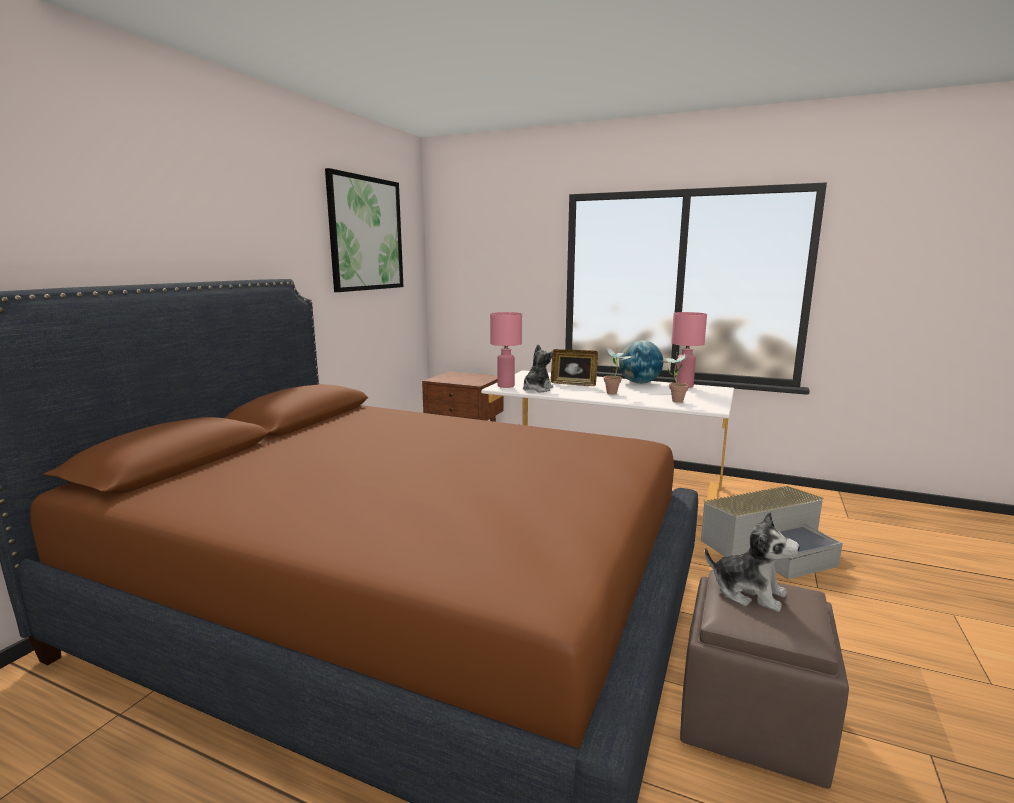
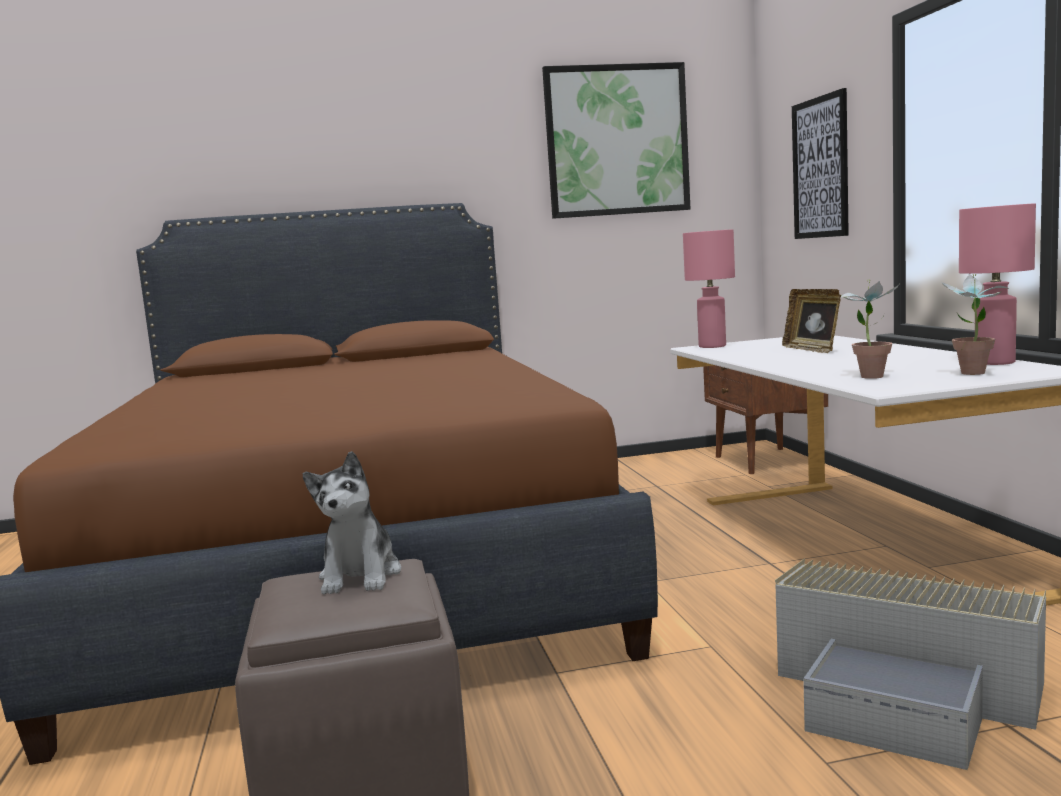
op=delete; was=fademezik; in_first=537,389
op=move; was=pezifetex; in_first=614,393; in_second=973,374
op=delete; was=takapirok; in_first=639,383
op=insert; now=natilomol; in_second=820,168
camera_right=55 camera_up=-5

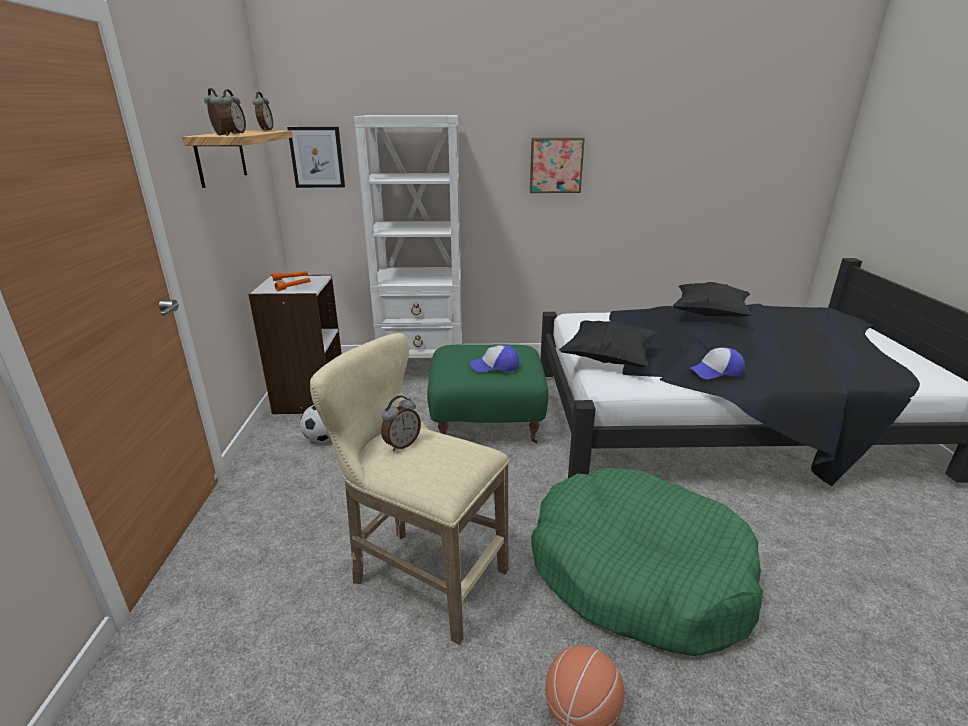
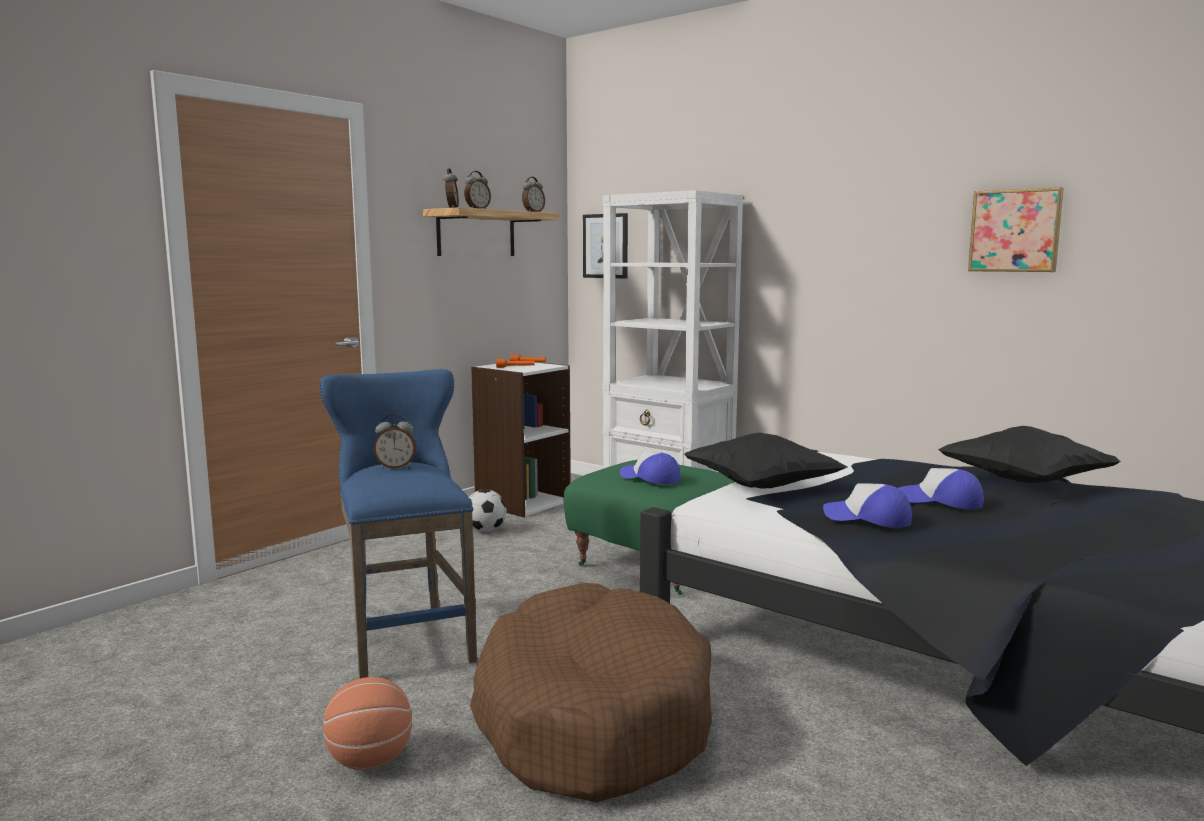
op=recolor; was=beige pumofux; now=blue pumofux; in_first=421,575; in_second=407,636
op=move; was=natilomol; in_first=556,165; in_second=1015,231
op=recolor; was=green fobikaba; now=brown fobikaba; in_first=637,573; in_second=591,717
op=insert; now=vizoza; in_second=941,501
camera_right=40 camera_up=-15

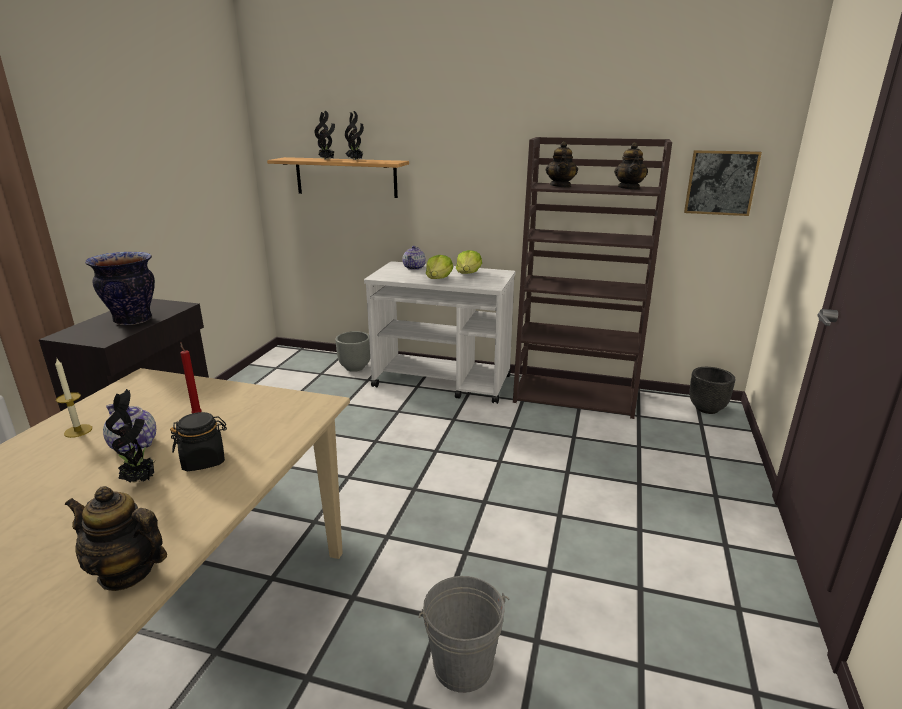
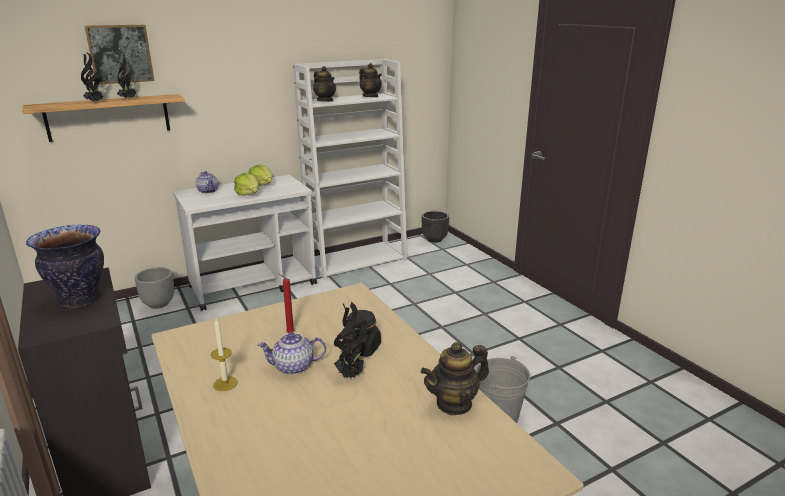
op=recolor; was=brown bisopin; now=white bisopin; in_first=576,396; in_second=357,259
op=move; was=natilomol; in_first=721,182; in_second=120,54
camera_right=-45 camera_up=0

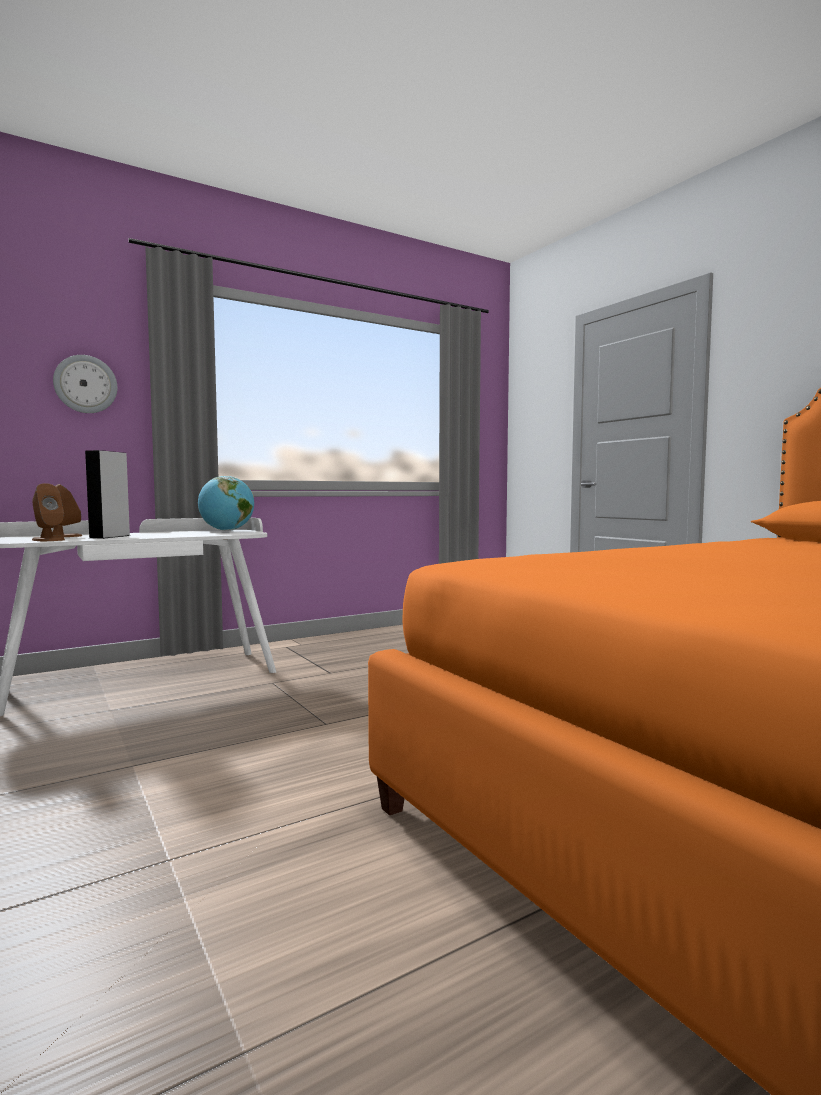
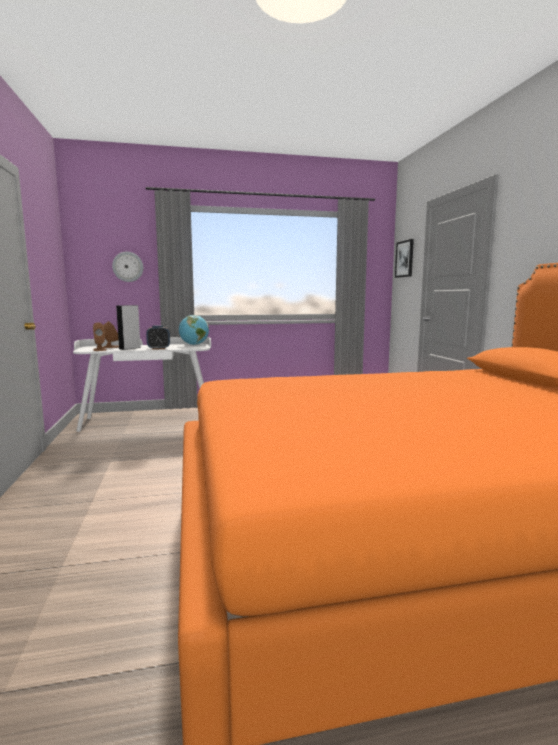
op=insert; now=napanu; in_second=158,348
op=insert; now=natilomol; in_second=405,259
camera_right=20 camera_up=5

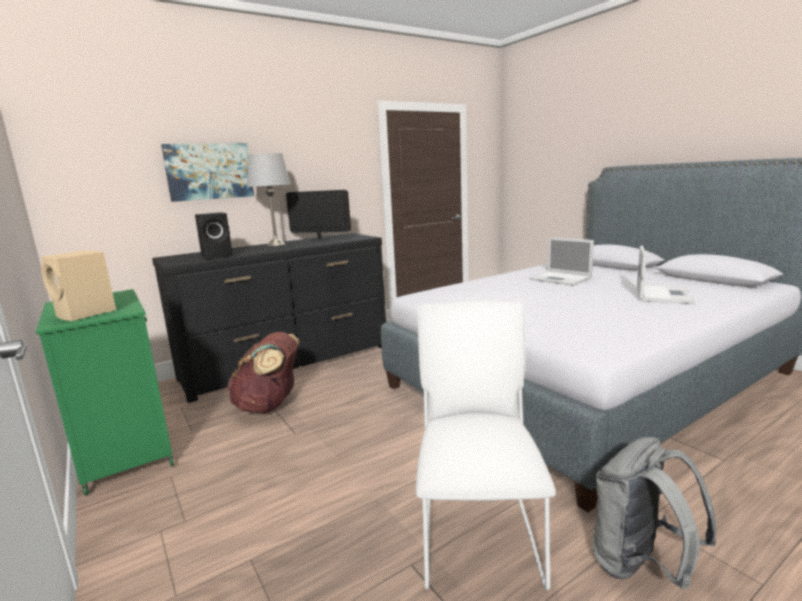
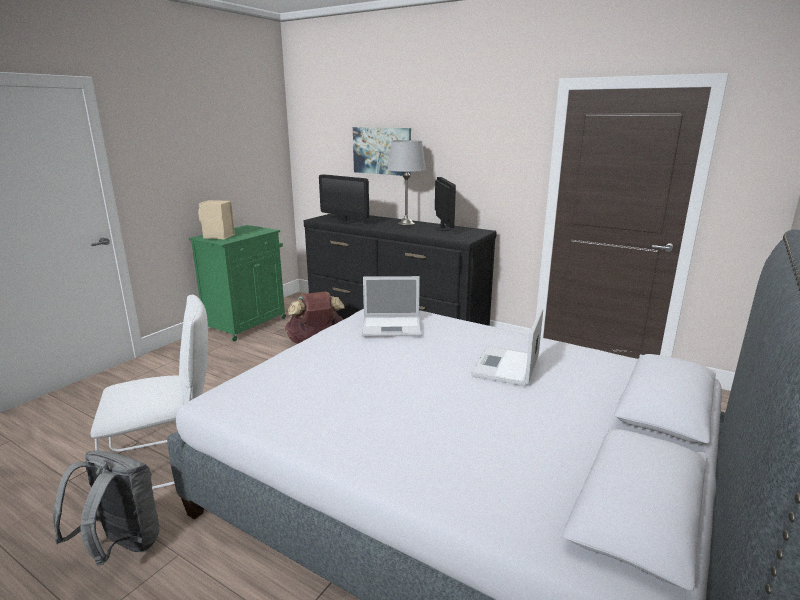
op=replace; was=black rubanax; now=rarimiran; in_first=218,256; in_second=345,221
op=move; was=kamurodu; in_first=662,294; in_second=392,327
camera_right=65 camera_up=5

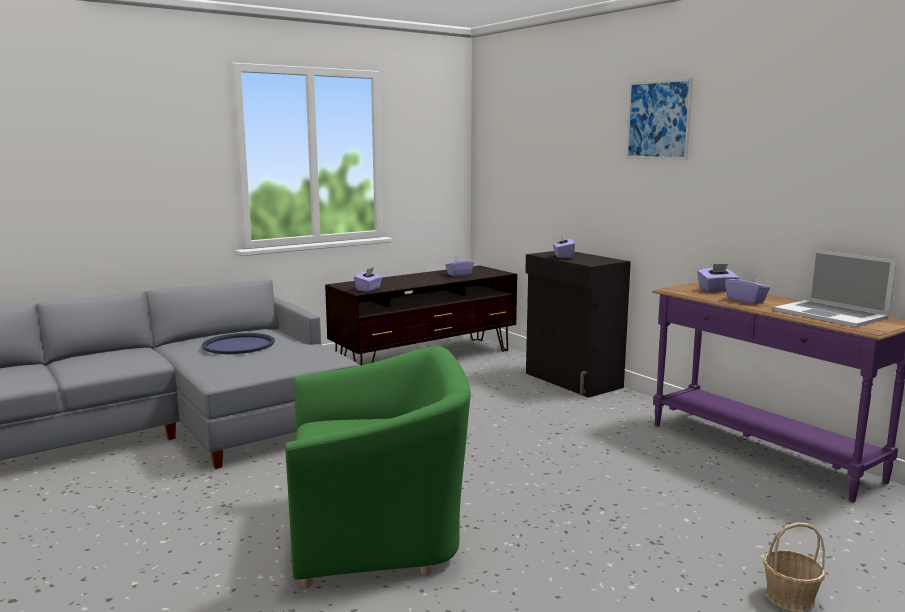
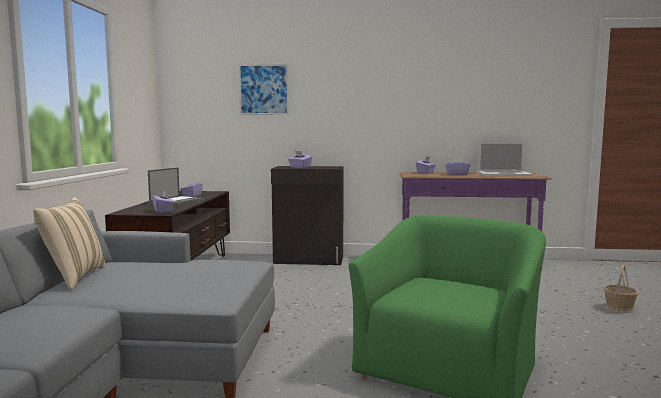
op=delete; was=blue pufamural; in_first=239,345
op=move; was=natilomol; in_first=658,120; in_second=264,89
op=insert; now=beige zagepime; in_second=73,278
op=insert; now=kamurodu; in_second=178,201
camera_right=-50 camera_up=-5

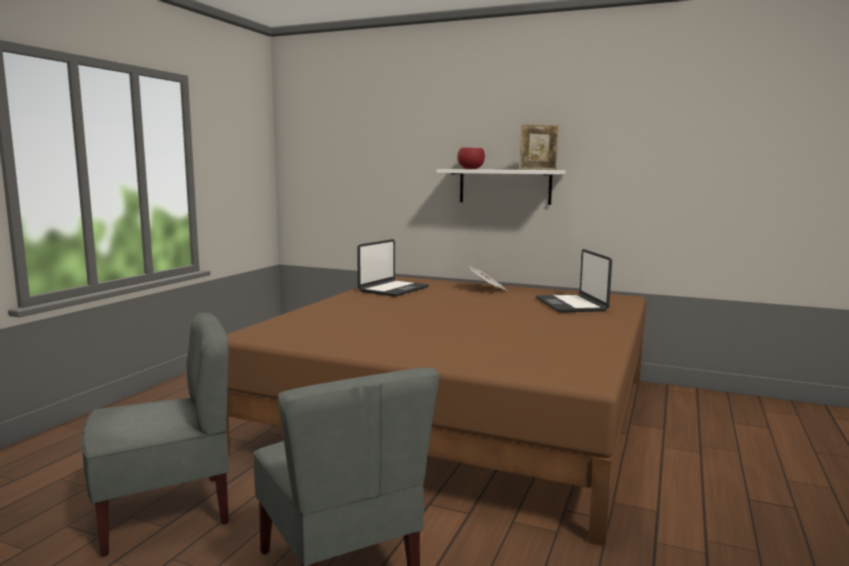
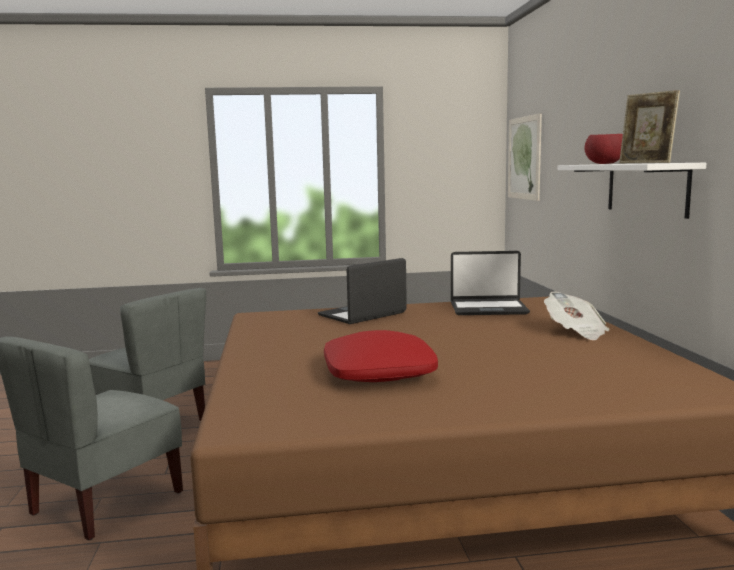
op=move; was=kamurodu; in_first=571,305; in_second=363,315
op=insert; now=red zagepime; in_second=380,372
op=insert; now=natilomol; in_second=524,158
camera_right=60 camera_up=0

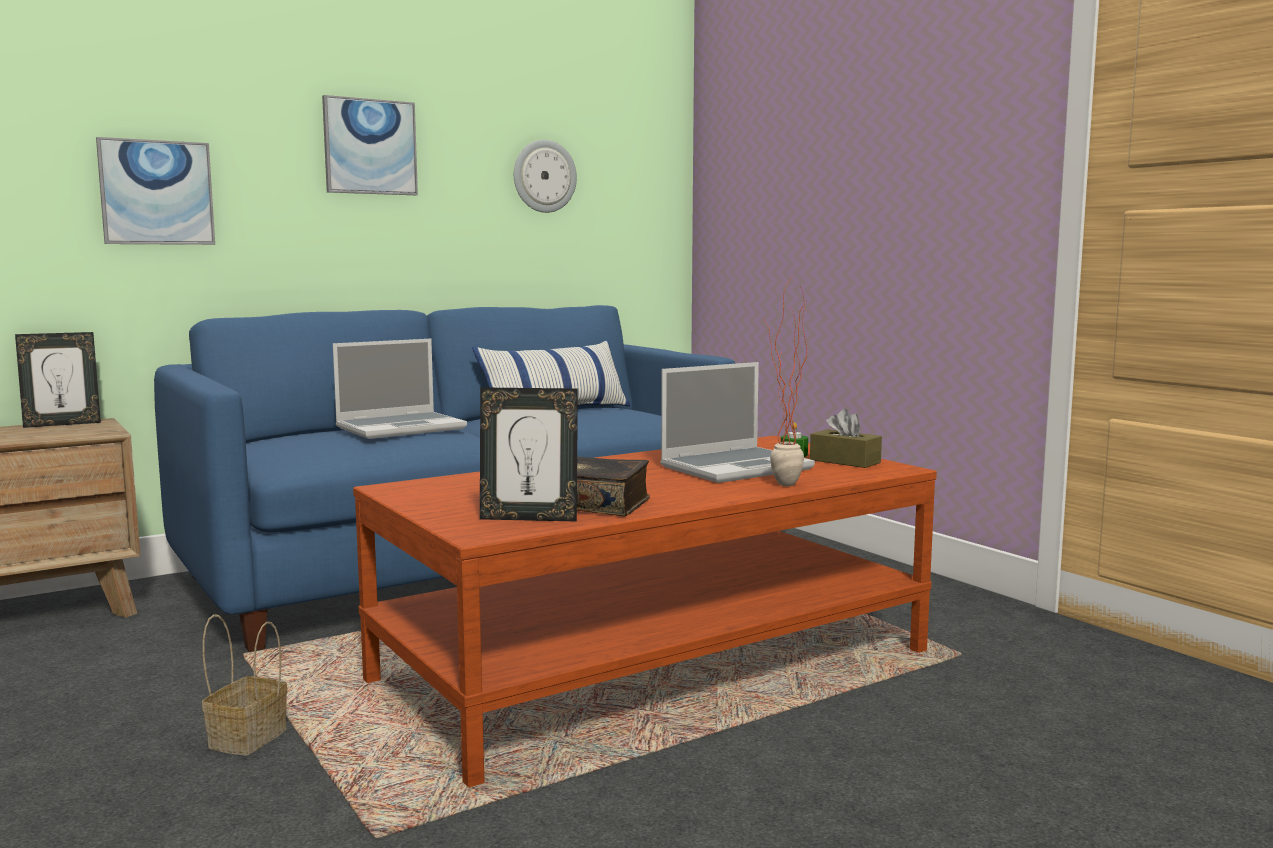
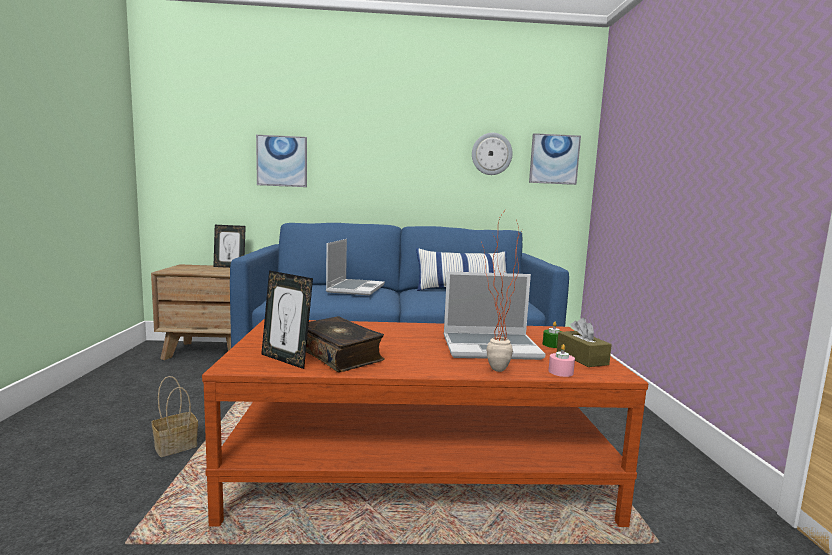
op=move; was=natilomol; in_first=370,147; in_second=554,159
op=rotate; was=kamurodu; in_first=402,428; in_second=355,288; clockwise=-75
op=insert; now=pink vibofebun; in_second=560,372
camera_right=30 camera_up=0

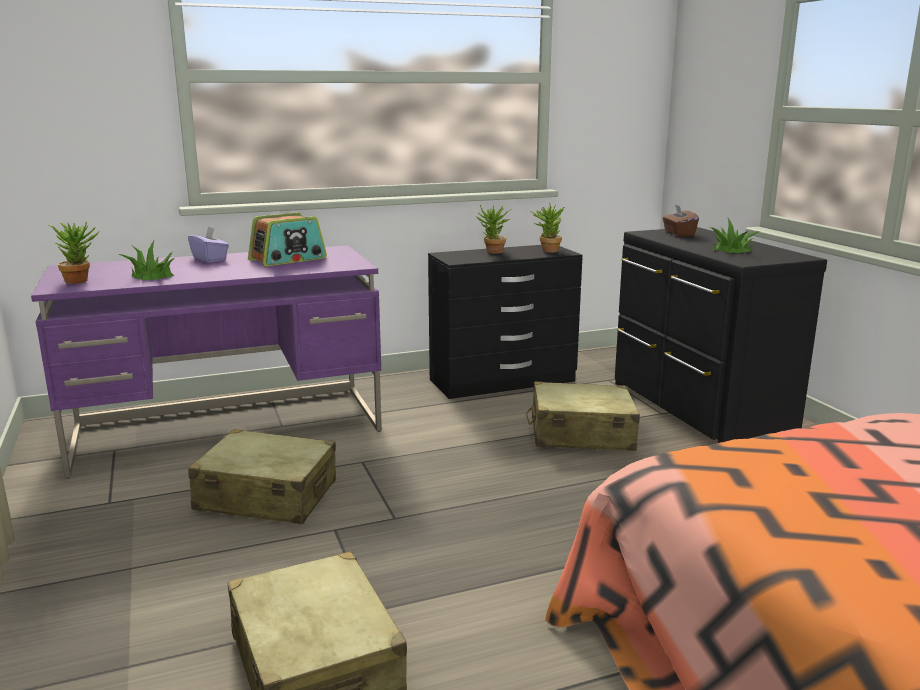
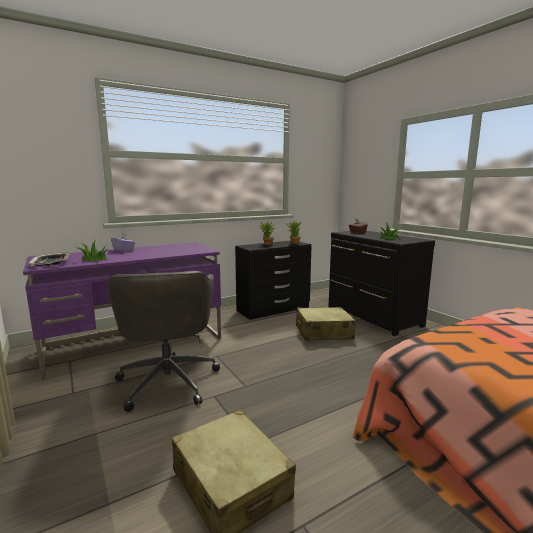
op=replace; was=pezifetex; now=pufamural; in_first=80,280; in_second=51,263
op=replace; was=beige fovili; now=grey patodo; in_first=267,496; in_second=168,380
op=delete; was=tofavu; in_first=288,259
camera_right=-10 camera_up=-5

